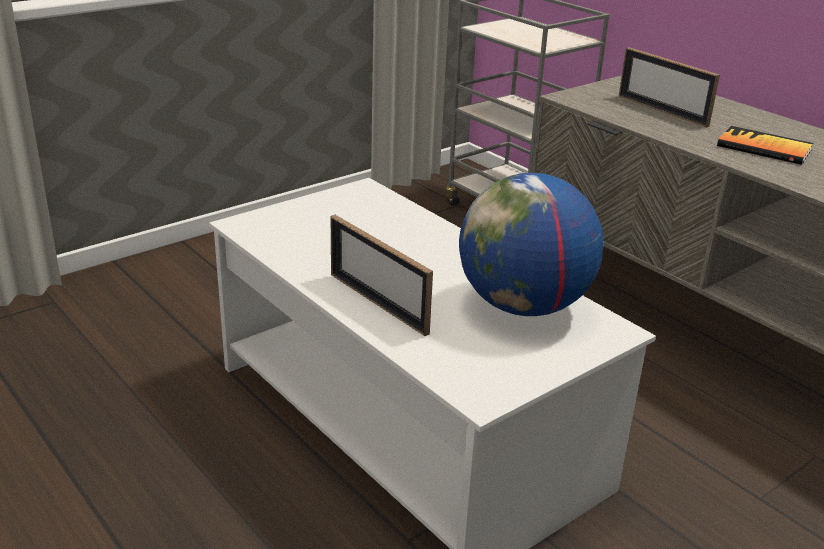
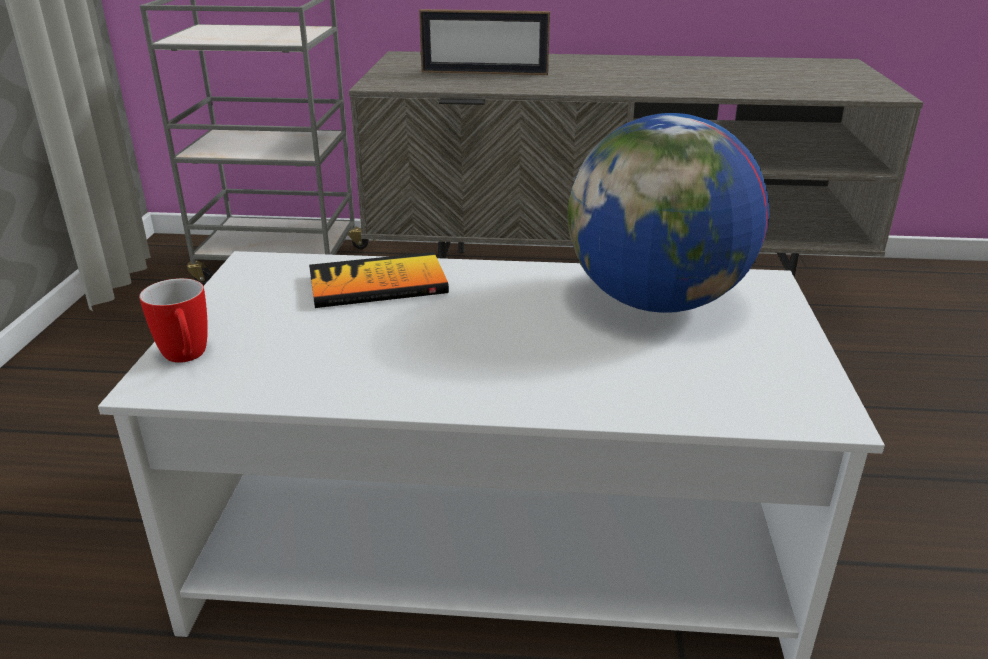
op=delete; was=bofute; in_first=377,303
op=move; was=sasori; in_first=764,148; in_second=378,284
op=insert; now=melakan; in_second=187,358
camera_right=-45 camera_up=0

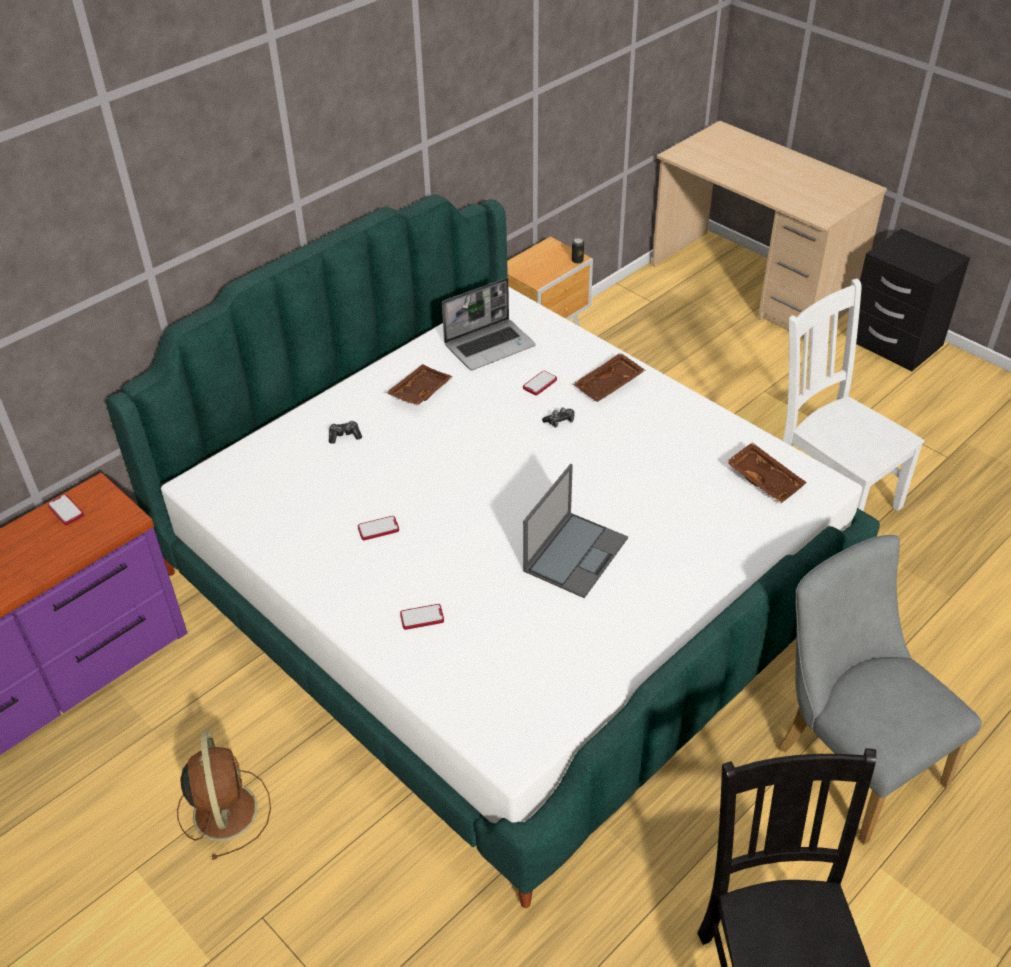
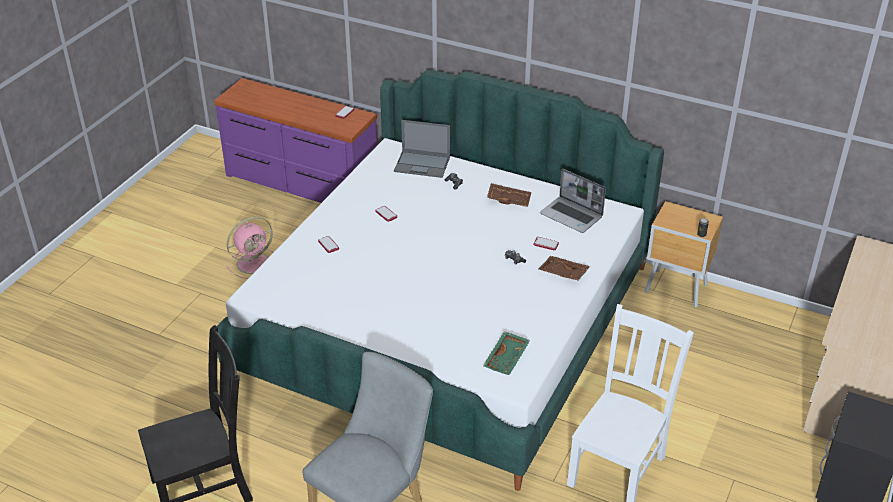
op=recolor; was=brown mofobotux; now=pink mofobotux; in_first=225,809; in_second=254,263
op=move; was=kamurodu; in_first=576,553; in_second=423,164
op=recolor; was=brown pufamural; now=green pufamural; in_first=765,479; in_second=507,358
camera_right=70 camera_up=-5

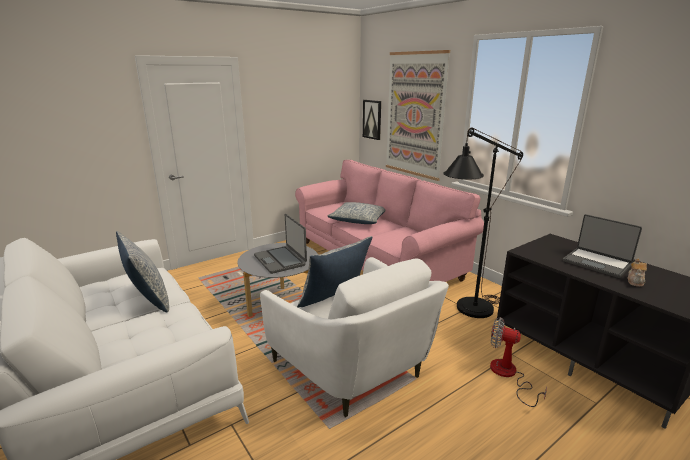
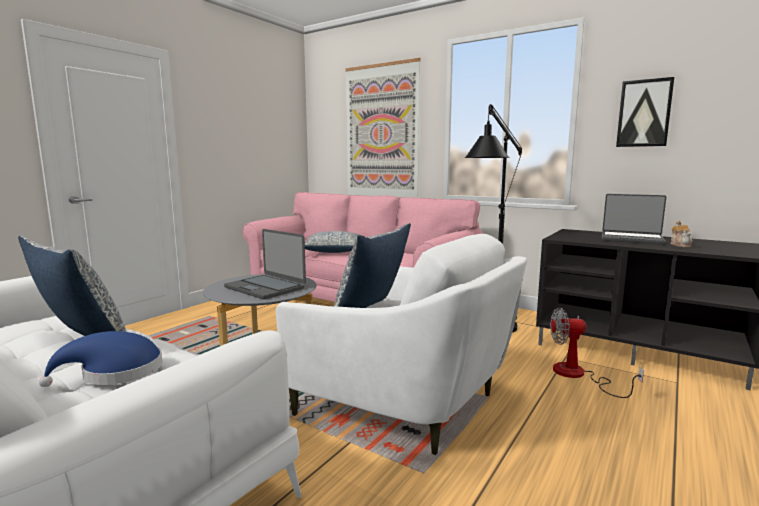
op=move; was=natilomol; in_first=372,119; in_second=644,113
op=insert; now=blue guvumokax; in_second=115,373
camera_right=-20 camera_up=-10

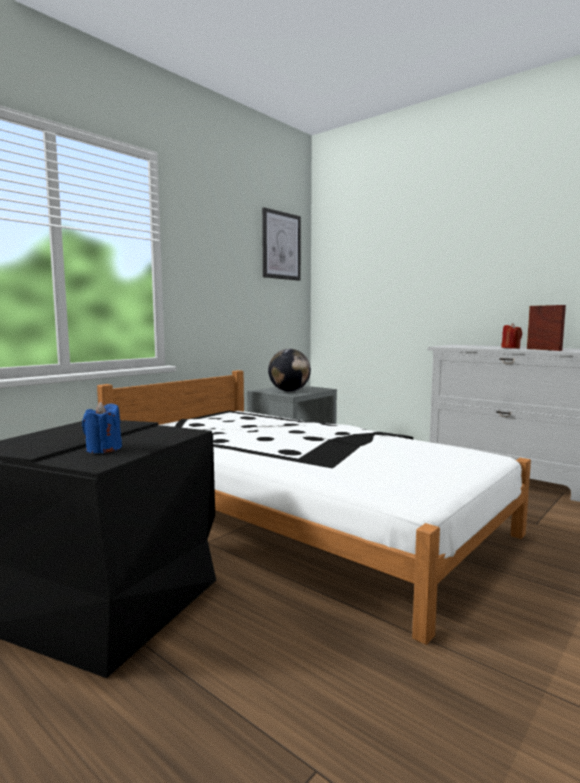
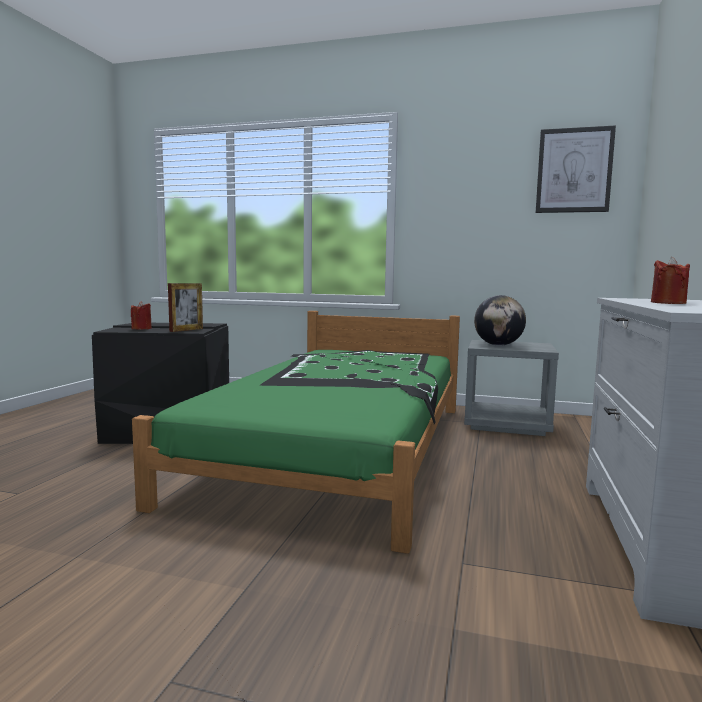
op=recolor; was=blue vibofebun; now=red vibofebun; in_first=103,449; in_second=141,329
op=recolor; was=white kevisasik; now=green kevisasik; in_first=295,516; in_second=340,447
op=move; was=bofute; in_first=543,349; in_second=186,330
camera_right=65 camera_up=0

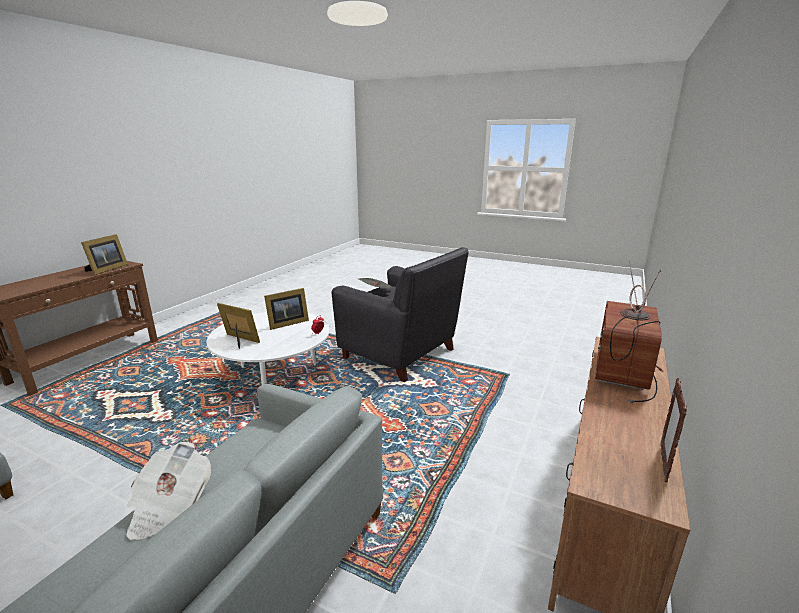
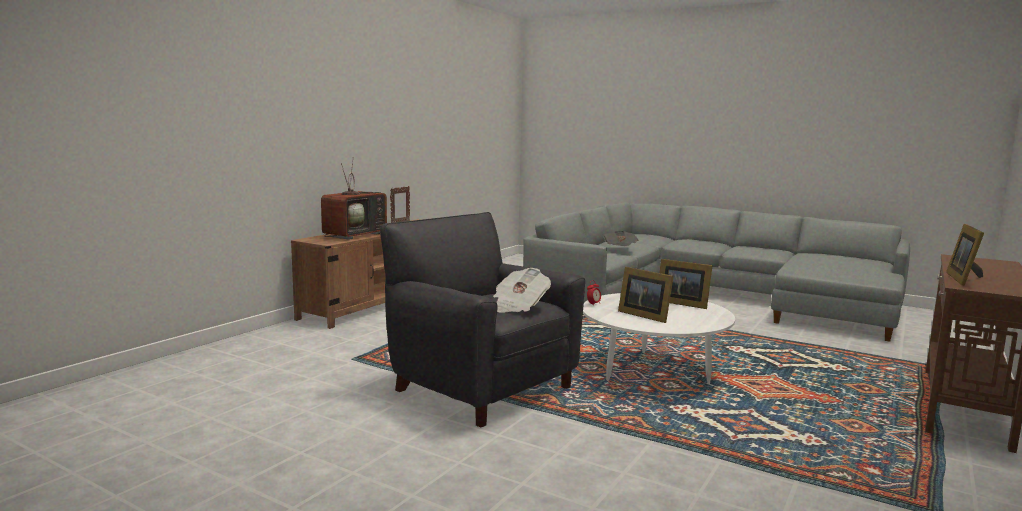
op=rotate; was=bofute; in_first=286,323; in_second=643,315; clockwise=-105
camera_right=-175 camera_up=-10

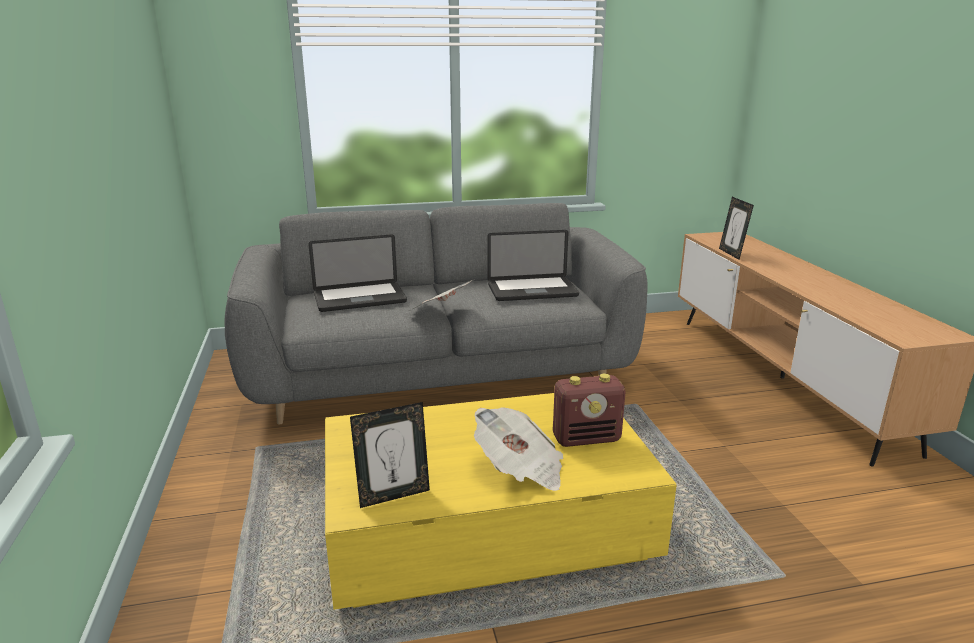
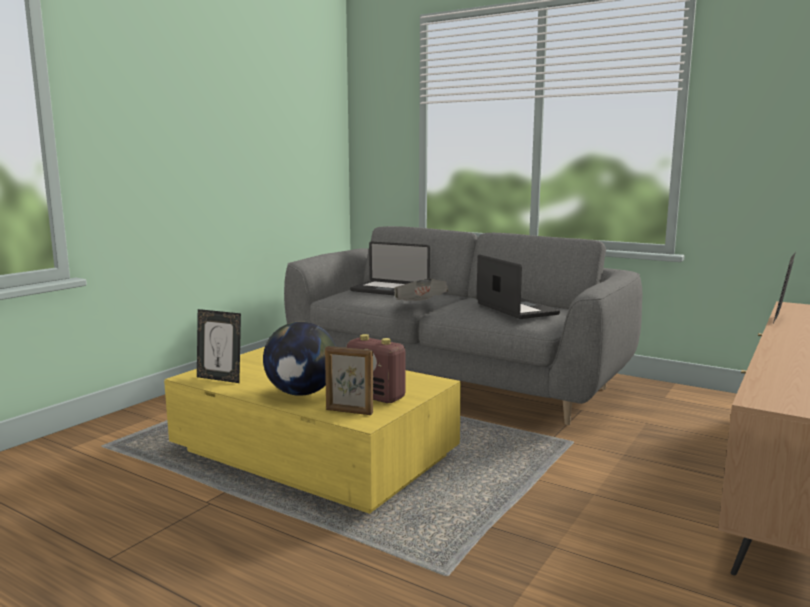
op=replace; was=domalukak; now=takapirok; in_first=520,469; in_second=302,393
op=rotate; was=kamurodu; in_first=532,290; in_second=516,309; clockwise=-150
op=insert; now=bofute; in_second=349,412
camera_right=45 camera_up=-10

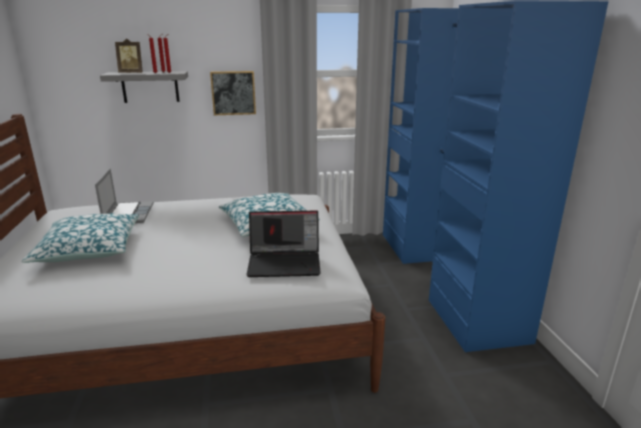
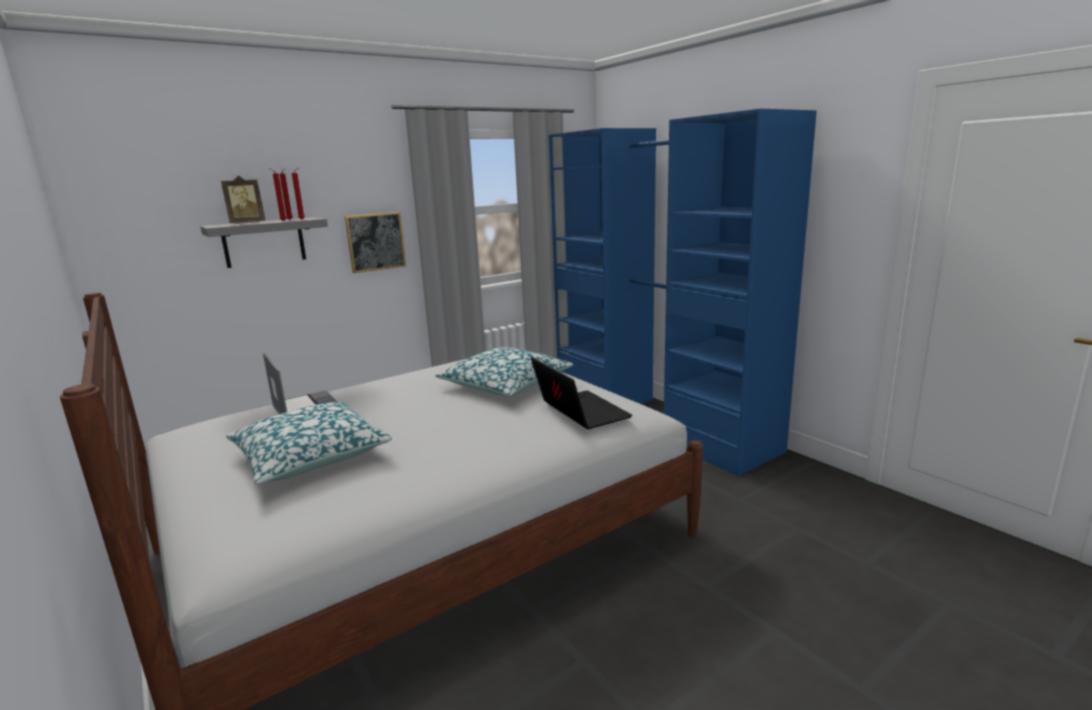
op=rotate; was=kamurodu; in_first=285,262; in_second=579,412; clockwise=-90
camera_right=-25 camera_up=-5

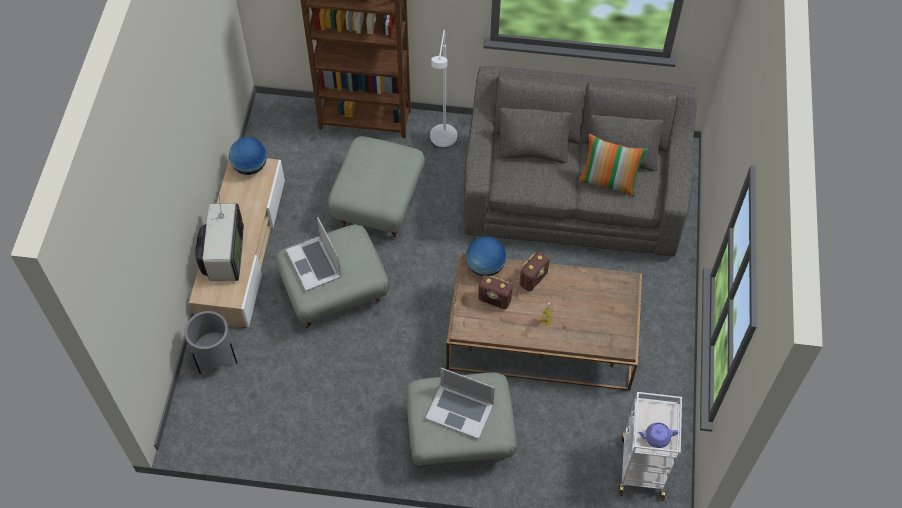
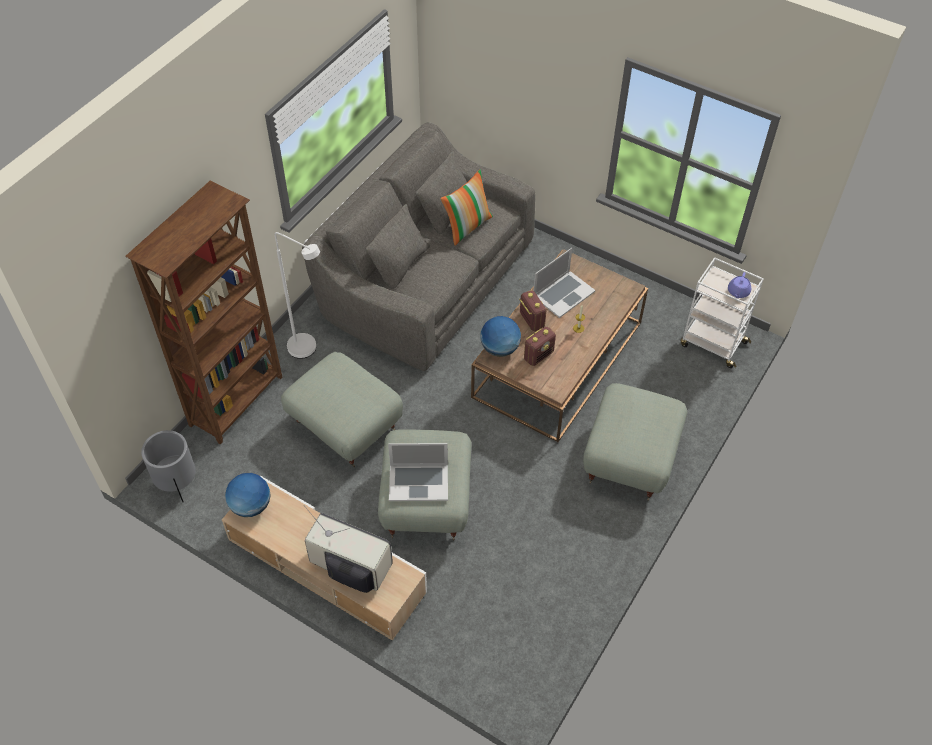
op=move; was=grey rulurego; in_first=216,359; in_second=178,483
op=move; was=kamurodu; in_first=460,411; in_second=563,294
camera_right=-65 camera_up=-5

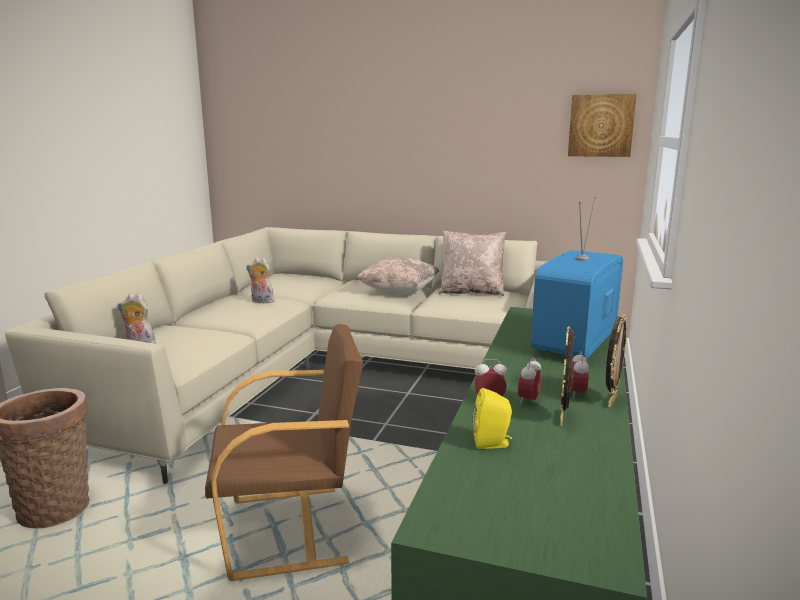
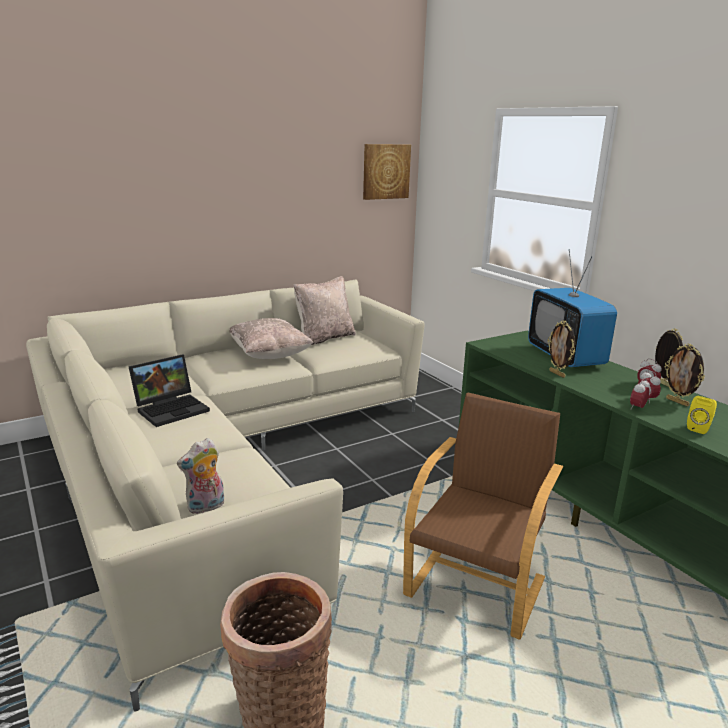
op=replace; was=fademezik; now=kamurodu; in_first=261,301; in_second=172,408
op=insert; now=bofute; in_second=557,374
camera_right=-50 camera_up=5

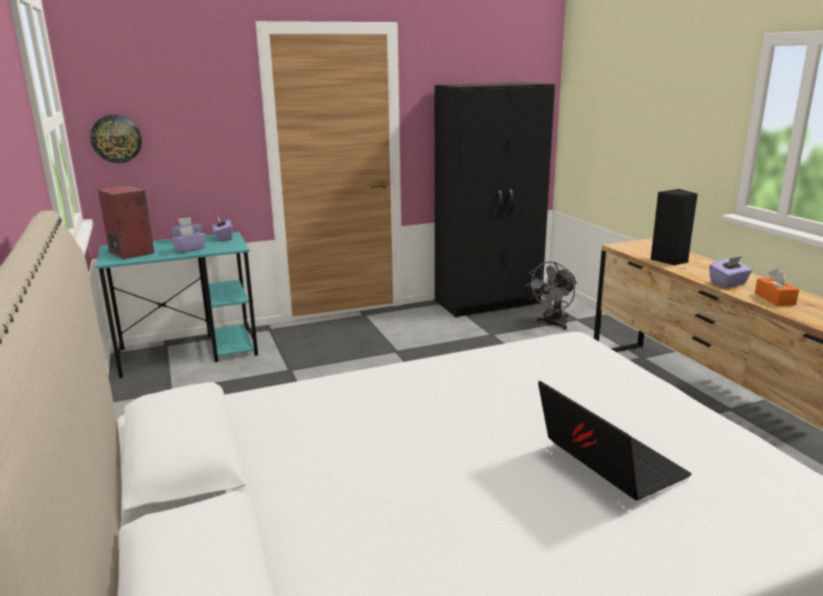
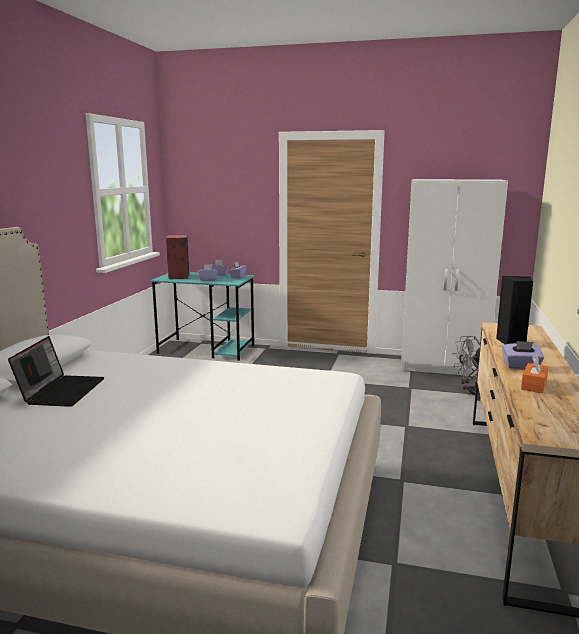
op=delete; was=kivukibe; in_first=116,139
op=recolor; was=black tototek; now=white tototek; in_first=489,302; in_second=444,367
op=move; was=kamurodu; in_first=606,461; in_second=61,391
camera_right=35 camera_up=-5

